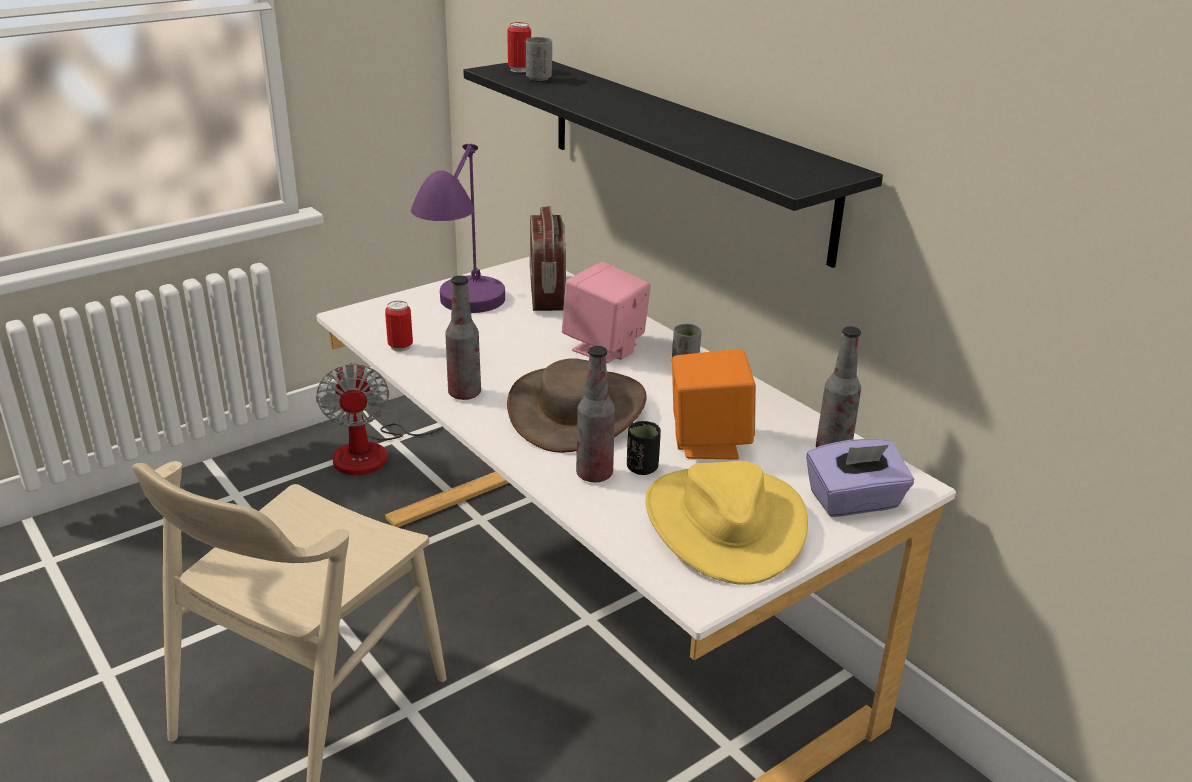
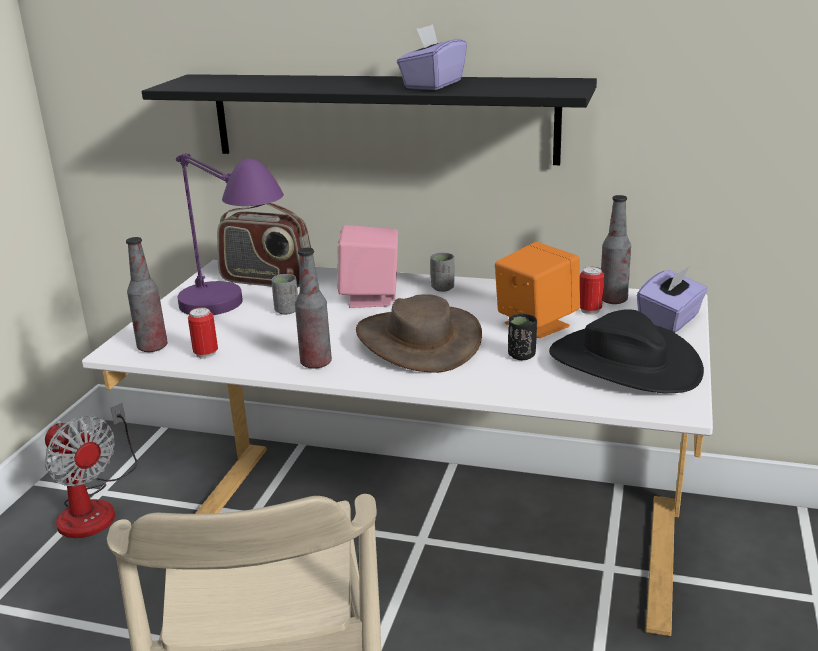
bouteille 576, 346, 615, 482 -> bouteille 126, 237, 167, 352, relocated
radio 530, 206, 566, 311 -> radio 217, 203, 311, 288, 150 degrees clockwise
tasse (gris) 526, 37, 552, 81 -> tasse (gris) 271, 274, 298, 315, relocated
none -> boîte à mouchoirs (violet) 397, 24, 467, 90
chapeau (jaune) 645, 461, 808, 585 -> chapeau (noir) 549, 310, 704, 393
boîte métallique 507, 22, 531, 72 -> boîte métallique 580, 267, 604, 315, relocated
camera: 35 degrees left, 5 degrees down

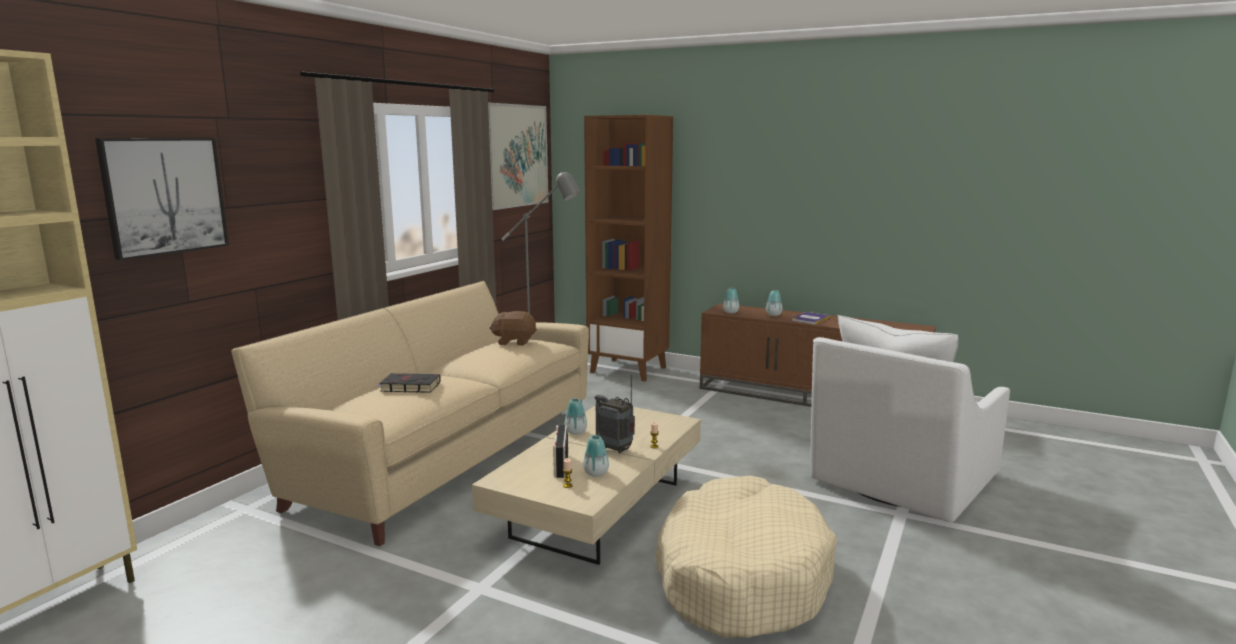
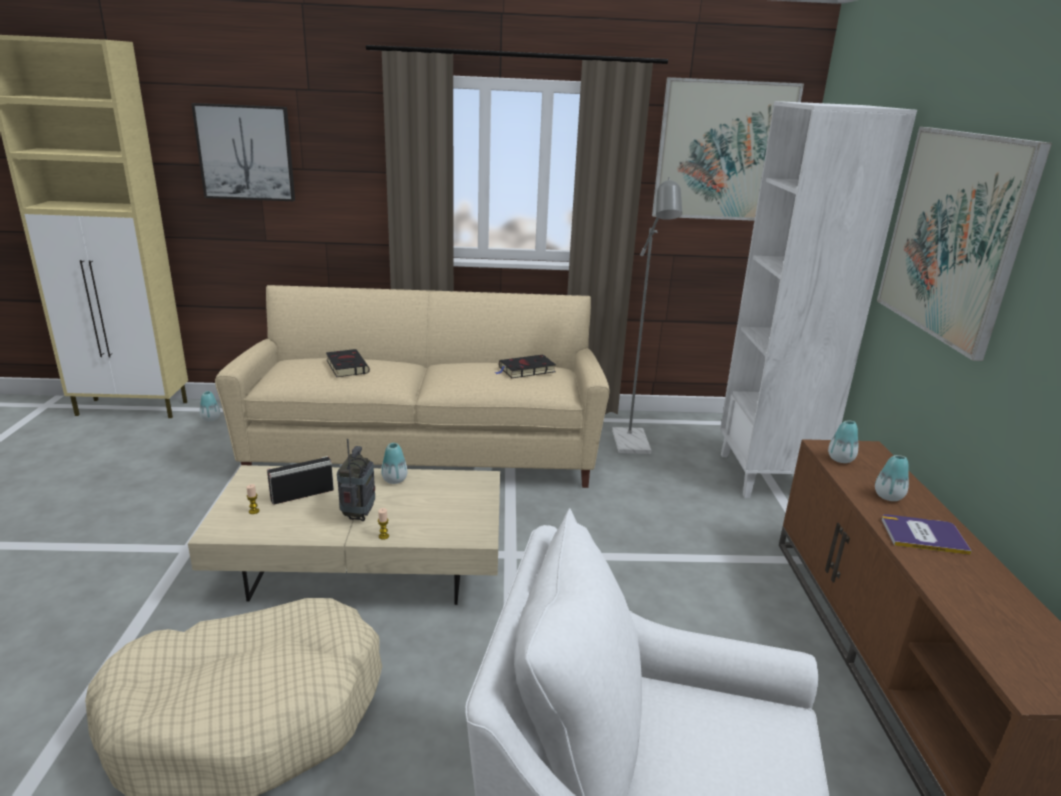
vase 583, 435, 609, 477 -> vase 200, 391, 220, 421, relocated
peluche (marron) 489, 311, 537, 346 -> livre (noir) 495, 355, 556, 378
bibliothèque (marron) 584, 115, 673, 382 -> bibliothèque (blanc) 720, 101, 917, 498
none -> tableau 877, 127, 1052, 361
camera: 60 degrees right, 10 degrees up

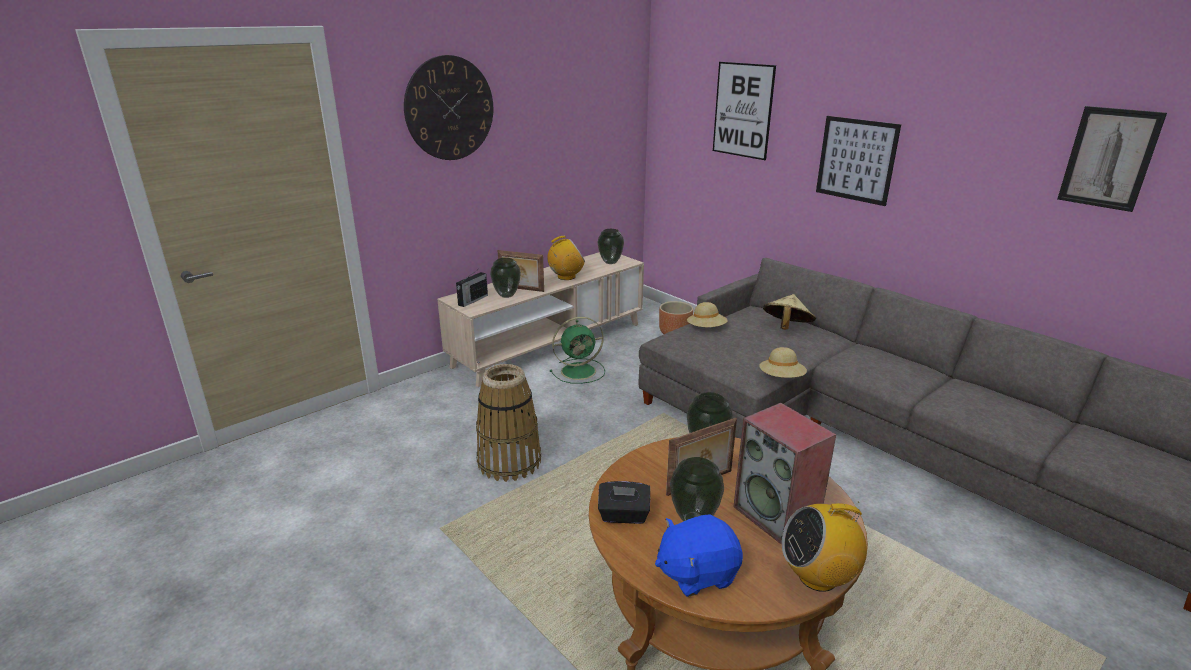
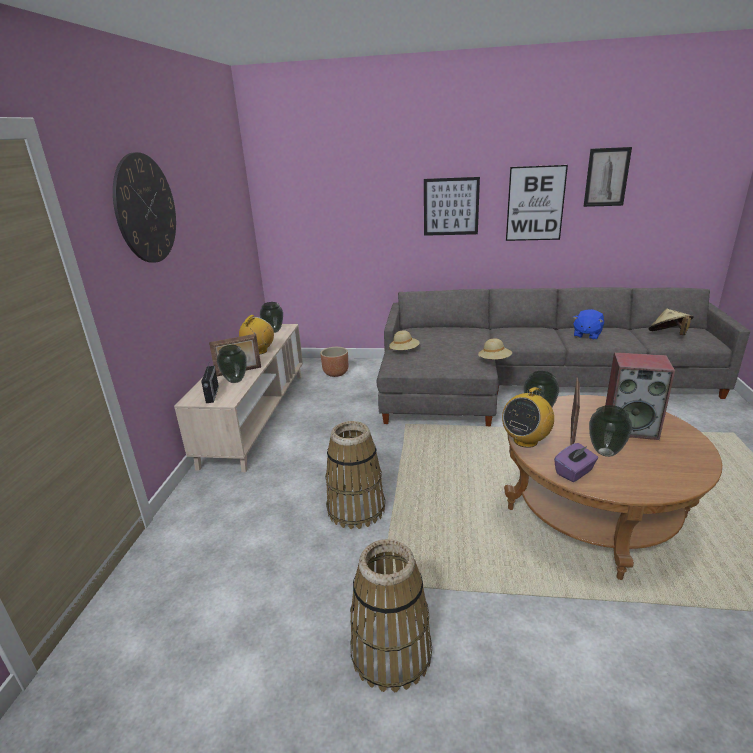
none -> panier 350, 539, 432, 692
radio 782, 501, 867, 592 -> radio 502, 387, 554, 448, relocated
tableau 713, 62, 776, 160 -> tableau 506, 165, 568, 241, relocated
boîte à mouchoirs (noir) 598, 481, 650, 524 -> boîte à mouchoirs (violet) 554, 443, 598, 482
peluche (bleu) 655, 514, 743, 597 -> peluche (bleu) 573, 309, 604, 340, relocated
chapeau (beige) 763, 294, 816, 330 -> chapeau (beige) 649, 309, 694, 335, relocated
ventilateur (vert) 550, 317, 605, 384 -> none
camera: 40 degrees left, 0 degrees up

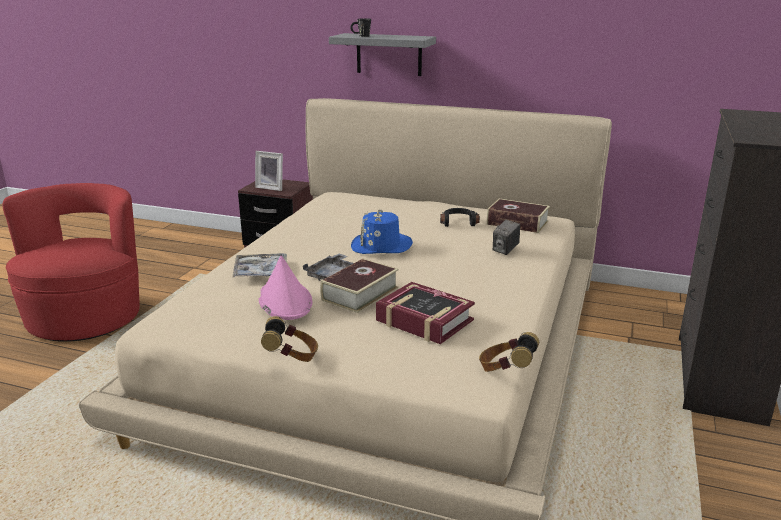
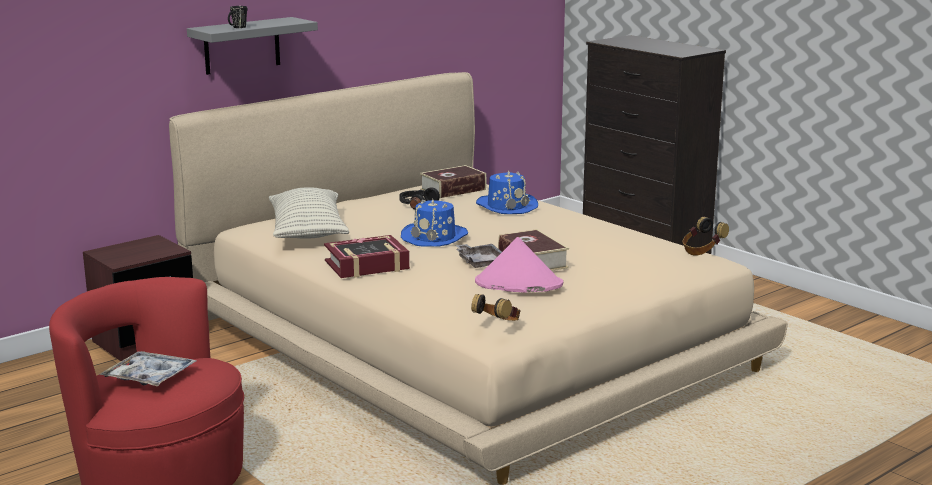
plateau 232, 253, 287, 278 -> plateau 99, 351, 196, 387, relocated
none -> coussin 269, 187, 349, 239
livre 376, 282, 475, 344 -> livre 324, 235, 410, 278, relocated
casque audio 261, 316, 318, 362 -> casque audio 471, 294, 521, 321, relocated
appareil photo 493, 219, 520, 255 -> chapeau (bleu) 476, 171, 538, 214
cadre photo 255, 151, 283, 191 -> none
camera: 60 degrees left, 5 degrees down

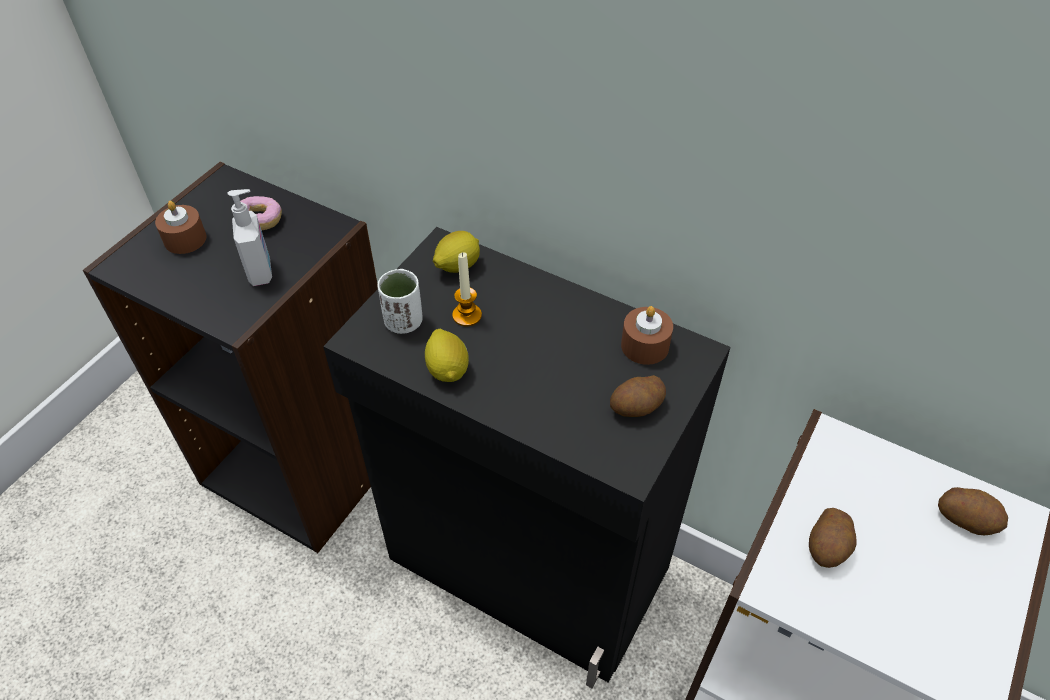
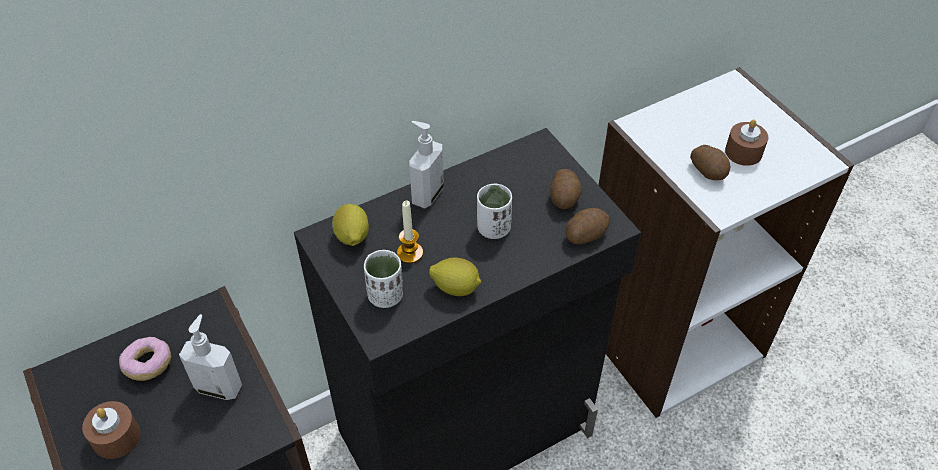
none -> distributeur de savon 409, 121, 444, 209
none -> tasse (blanc) 477, 183, 512, 239
pomme de terre 938, 487, 1008, 535 -> pomme de terre 566, 208, 610, 244, relocated
bougie (marron) 621, 306, 673, 365 -> bougie (marron) 725, 119, 768, 166, relocated
camera: 60 degrees left, 0 degrees up

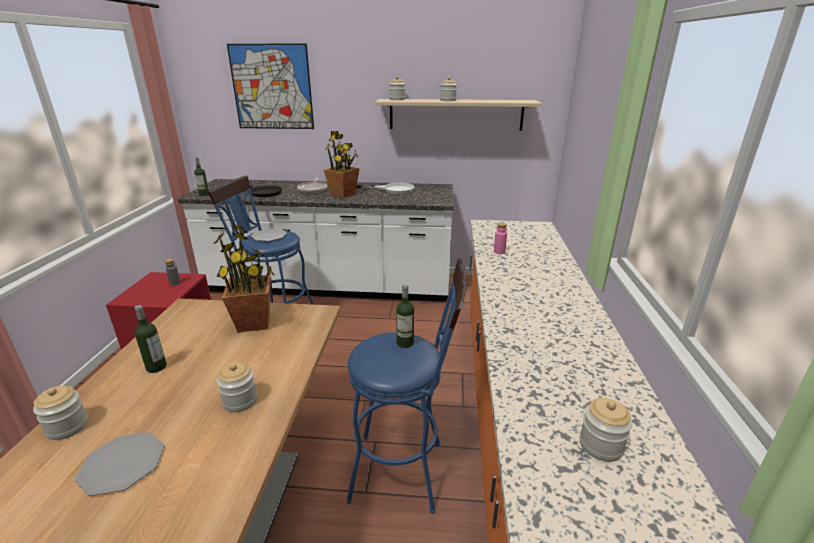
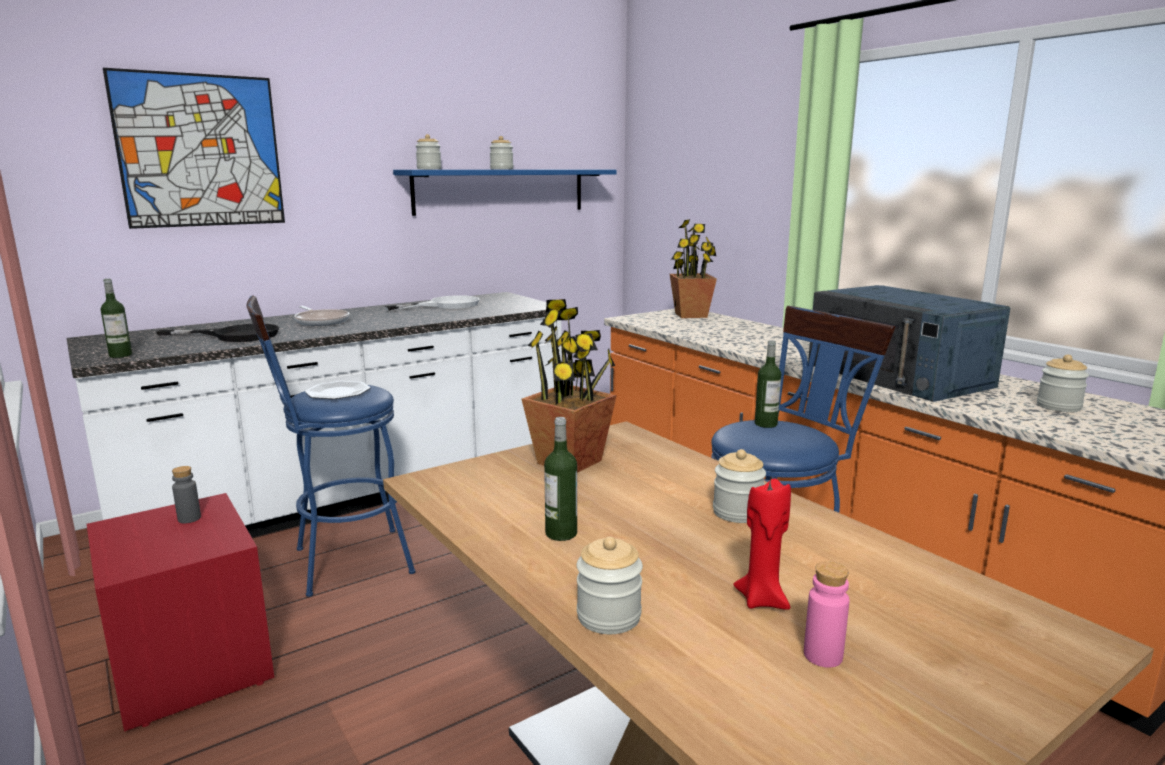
étagère (beige) 375, 99, 542, 131 -> étagère (bleu) 393, 170, 617, 216
plante en pot 324, 131, 360, 198 -> plante en pot 670, 219, 717, 318, relocated
assiette 75, 432, 164, 496 -> bougie (rouge) 733, 477, 791, 610
bouteille (rose) 494, 223, 507, 254 -> bouteille (rose) 804, 561, 850, 668, relocated
none -> micro-ondes (bleu) 808, 285, 1010, 402
camera: 40 degrees left, 10 degrees down

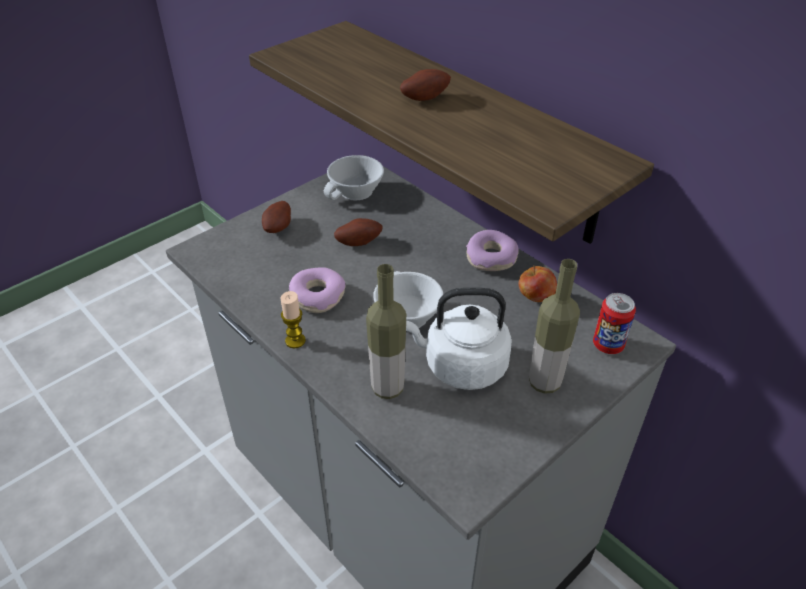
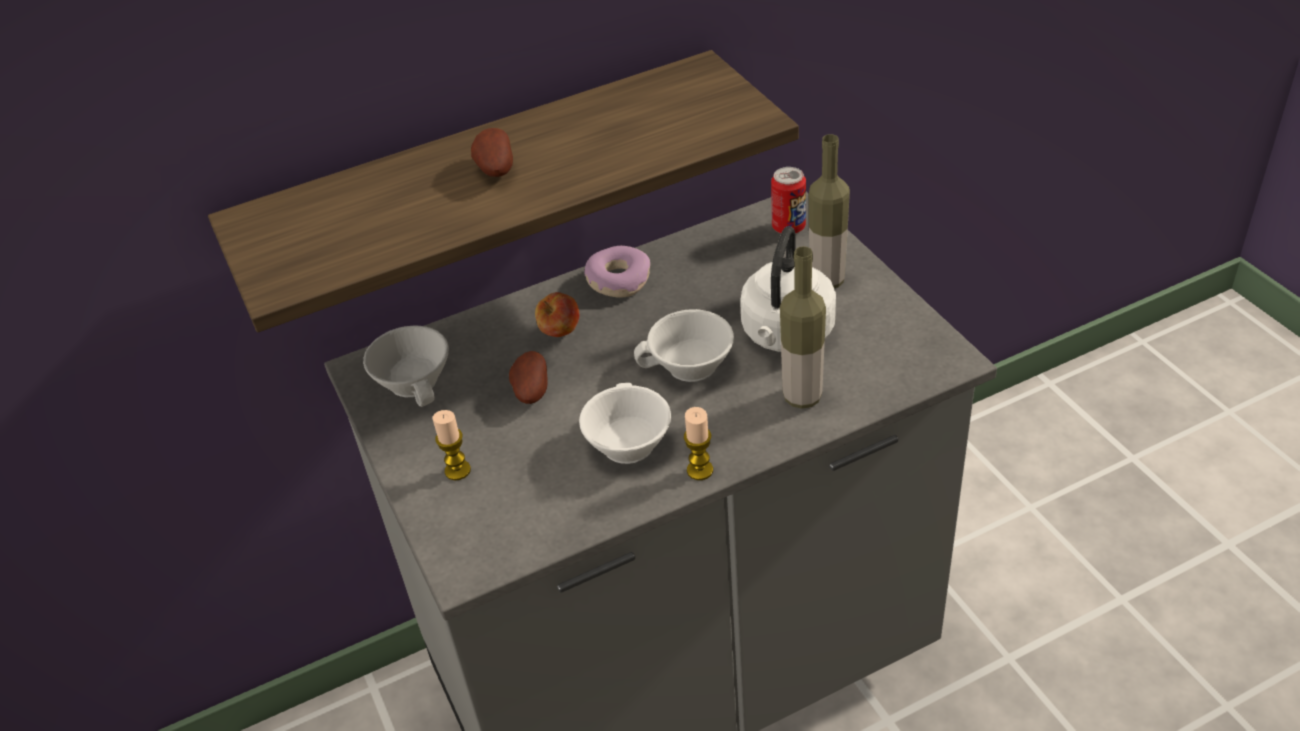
pomme de terre 262, 201, 291, 233 -> bougie 433, 410, 471, 480
pomme 518, 265, 557, 302 -> pomme 535, 292, 580, 337, relocated
beignet 289, 267, 345, 313 -> tasse (blanc) 579, 383, 671, 464
camera: 70 degrees left, 0 degrees up

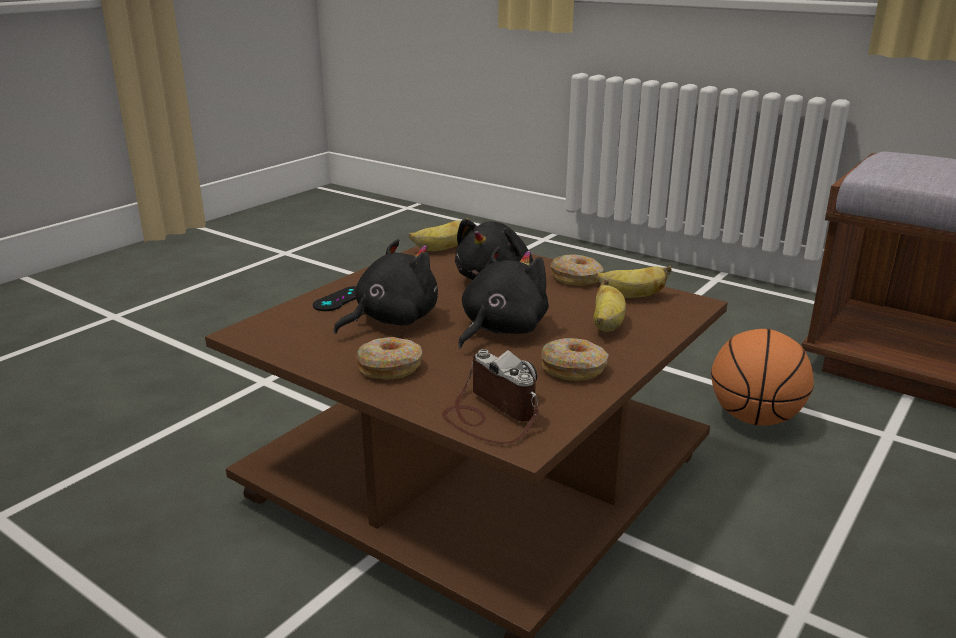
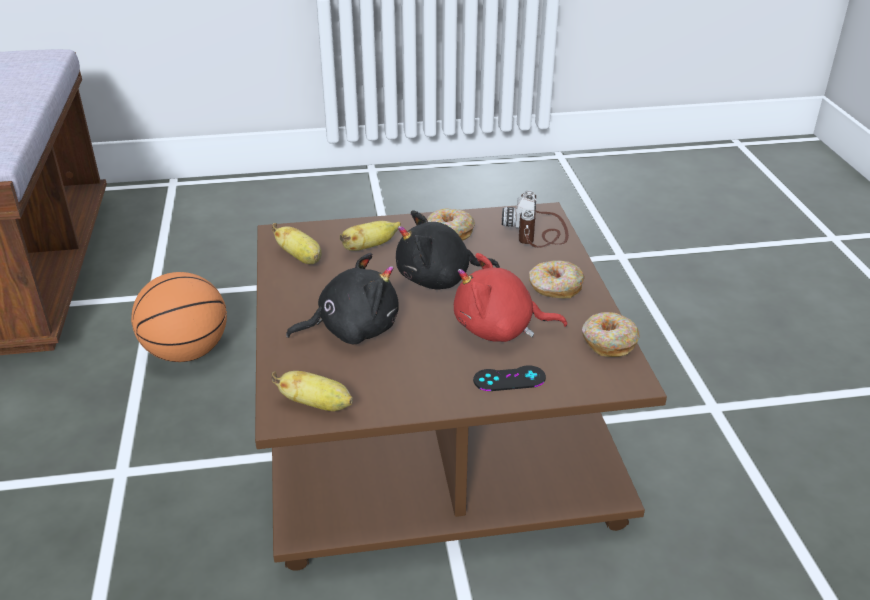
peluche (noir) 333, 239, 438, 334 -> peluche (rouge) 454, 253, 567, 342
beignet 551, 255, 604, 286 -> beignet 582, 312, 640, 357, relocated
camera: 135 degrees left, 10 degrees up

